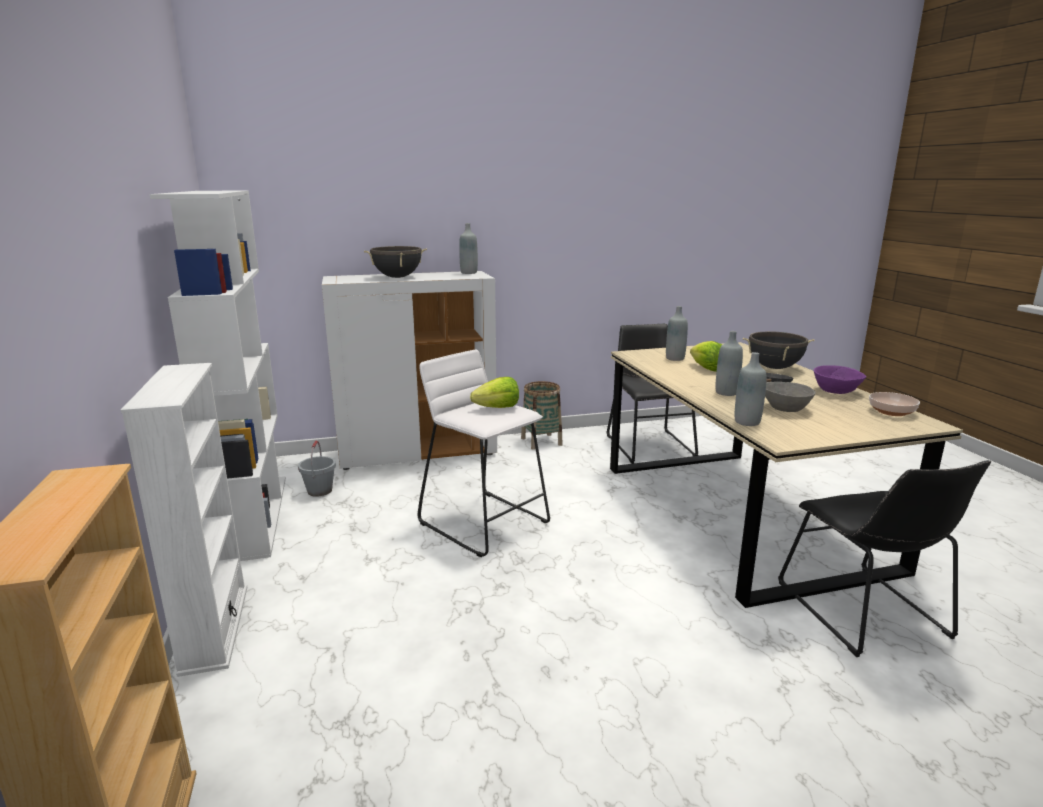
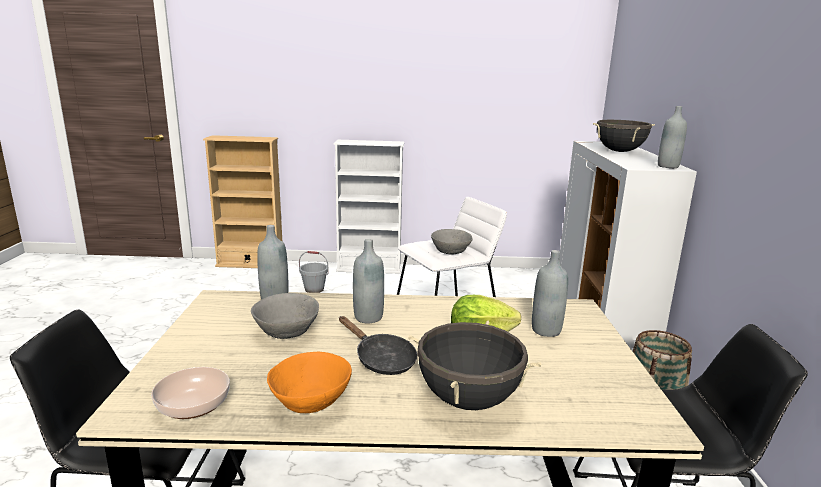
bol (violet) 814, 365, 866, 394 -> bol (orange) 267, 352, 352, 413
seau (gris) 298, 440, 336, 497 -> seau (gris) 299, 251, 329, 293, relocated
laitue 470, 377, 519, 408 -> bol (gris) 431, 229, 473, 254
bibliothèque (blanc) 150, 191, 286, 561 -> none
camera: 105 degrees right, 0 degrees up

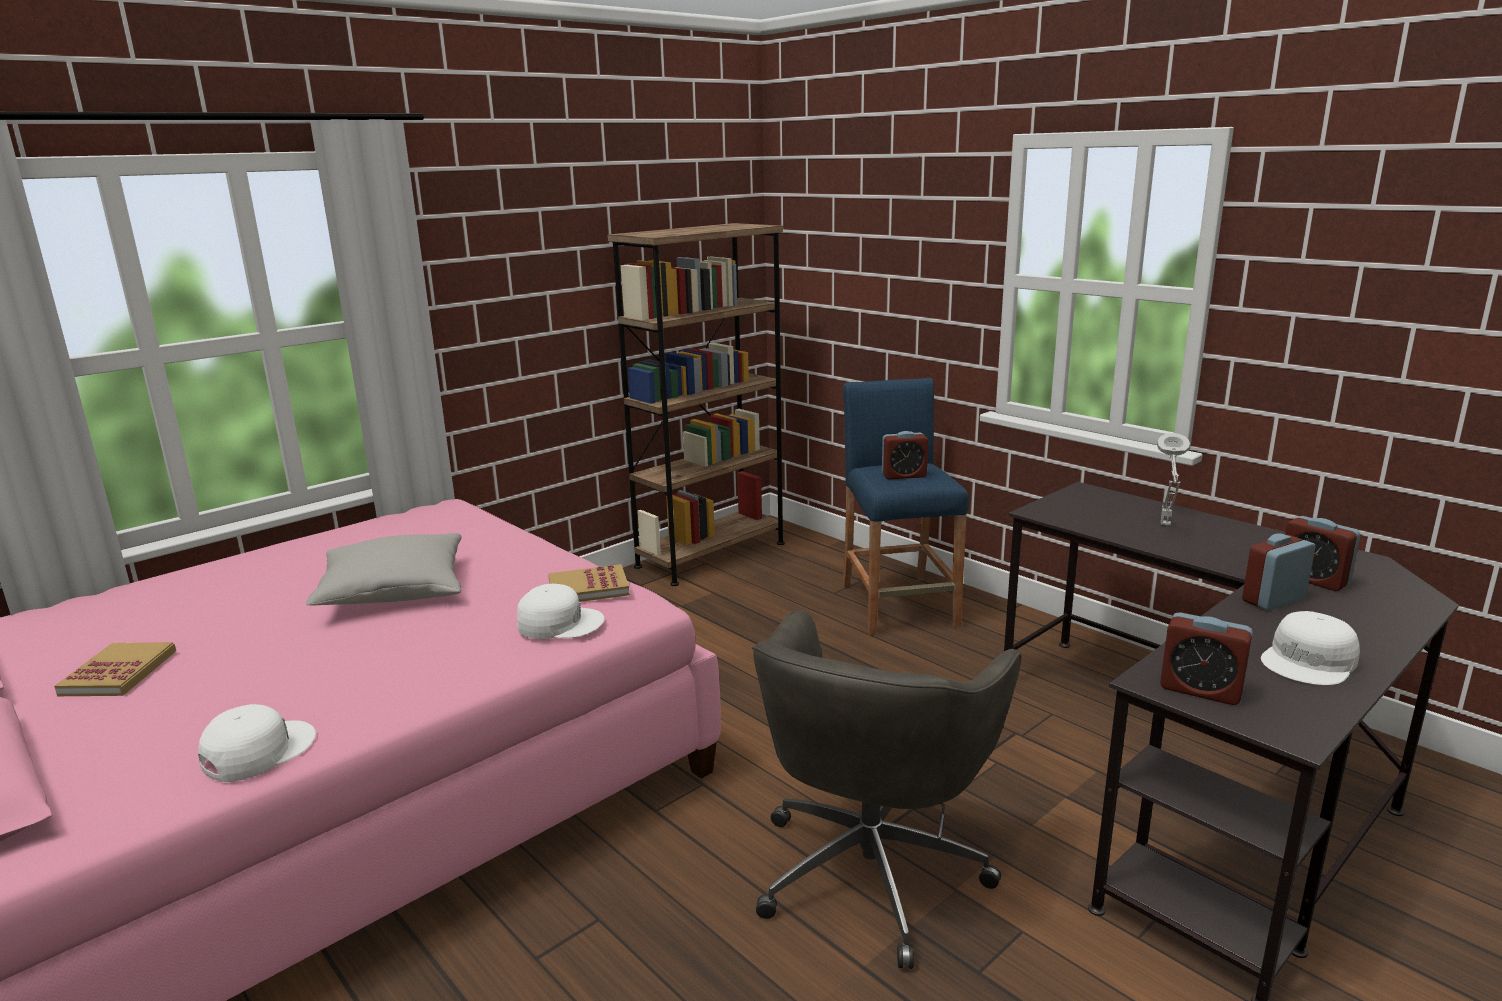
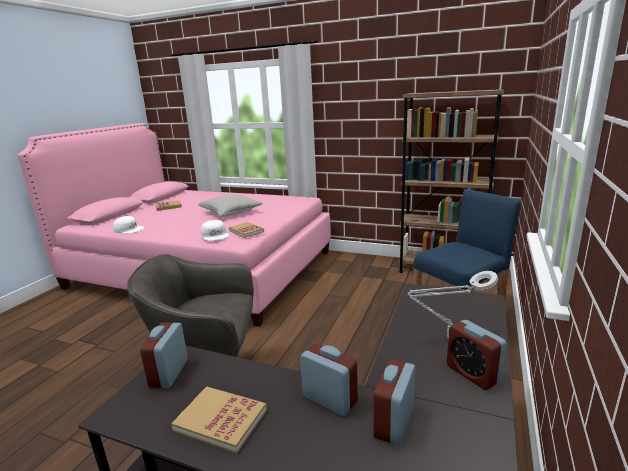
casquette (blanc) 1261, 611, 1360, 685 -> livre 171, 386, 267, 454
réveil 882, 431, 928, 479 -> réveil 447, 320, 506, 390, relocated
camera: 65 degrees right, 0 degrees up

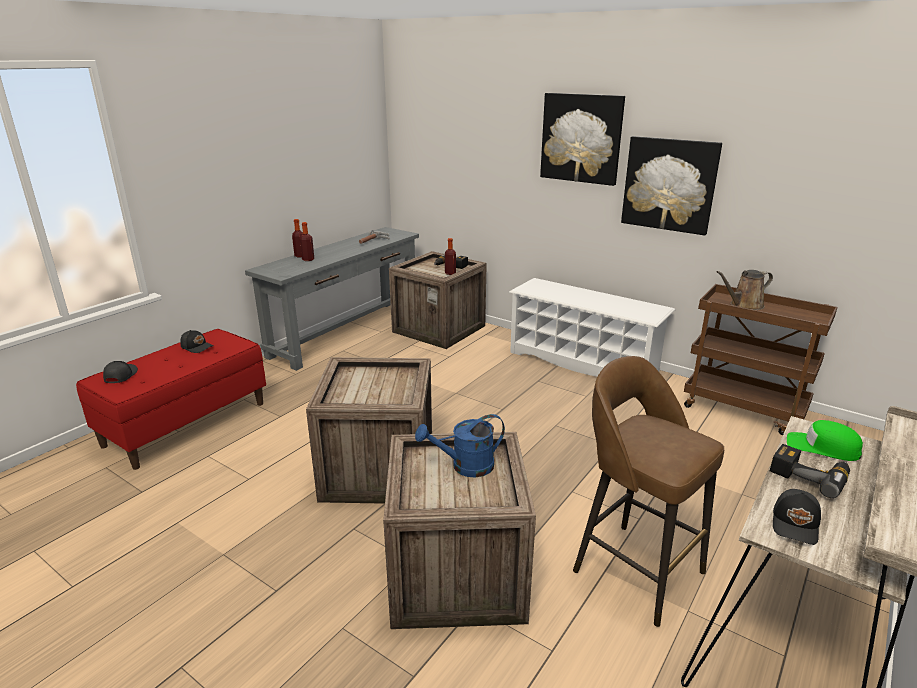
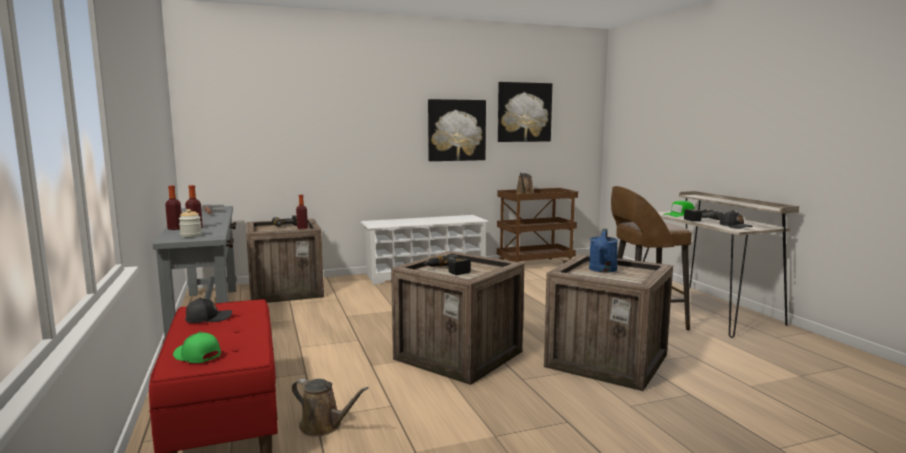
casquette (noir) 103, 361, 138, 383 -> casquette (vert) 173, 332, 221, 363
none -> bocal 179, 209, 202, 237
none -> arrosoir (marron) 292, 379, 369, 436
none -> perceuse 423, 254, 471, 275
tableau 540, 93, 625, 186 -> tableau 498, 82, 552, 142, relocated
camera: 55 degrees left, 15 degrees down

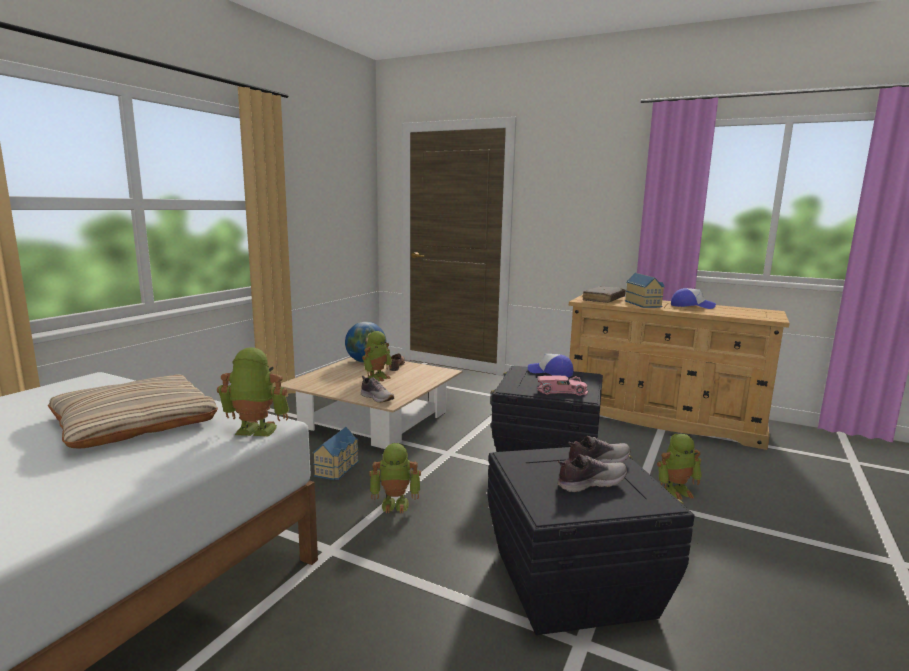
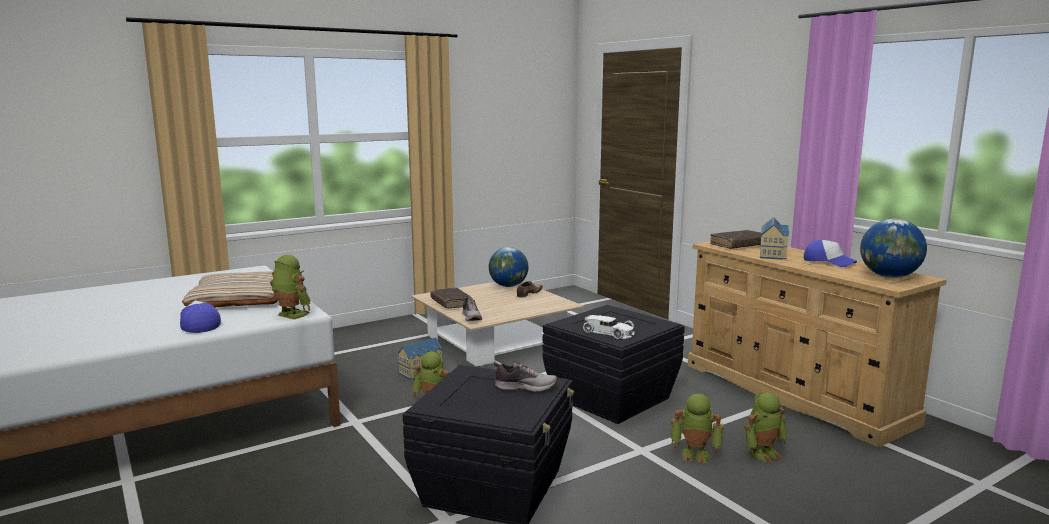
casquette 528, 354, 574, 377 -> casquette 180, 300, 221, 333, relocated
none -> livre (marron) 430, 287, 472, 308
petite voiture (rose) 537, 375, 588, 396 -> petite voiture (blanc) 583, 315, 635, 339
robot jouet 362, 331, 392, 381 -> robot jouet 744, 392, 788, 463, relocated
none -> globe 860, 219, 927, 278
chaussure 557, 454, 627, 492 -> none
camera: 30 degrees right, 0 degrees up

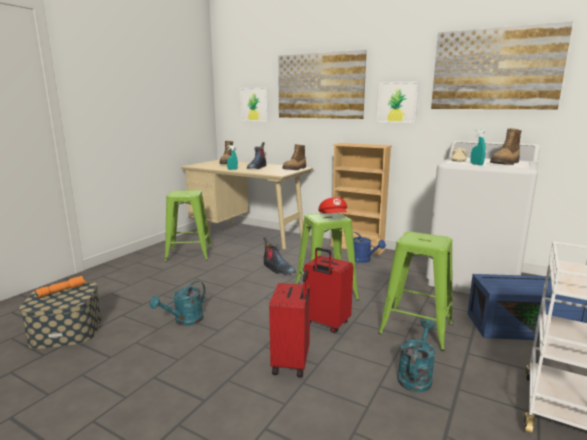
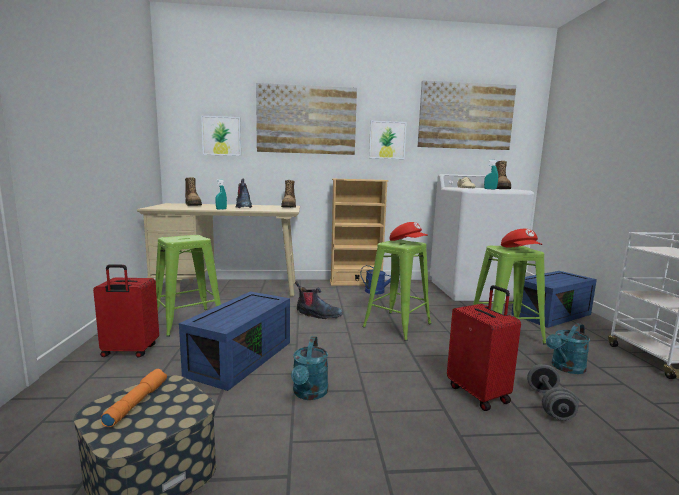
valise (rouge) 304, 247, 353, 333 -> valise (rouge) 93, 264, 159, 358, relocated
none -> boîte de rangement (bleu) 179, 292, 290, 391
none -> casquette (rouge) 501, 229, 542, 248
none -> haltère (gris) 527, 364, 579, 420
arrosoir (turquoise) 397, 319, 436, 392 -> arrosoir (turquoise) 546, 323, 590, 374, 120 degrees counterclockwise
camera: 35 degrees left, 5 degrees down

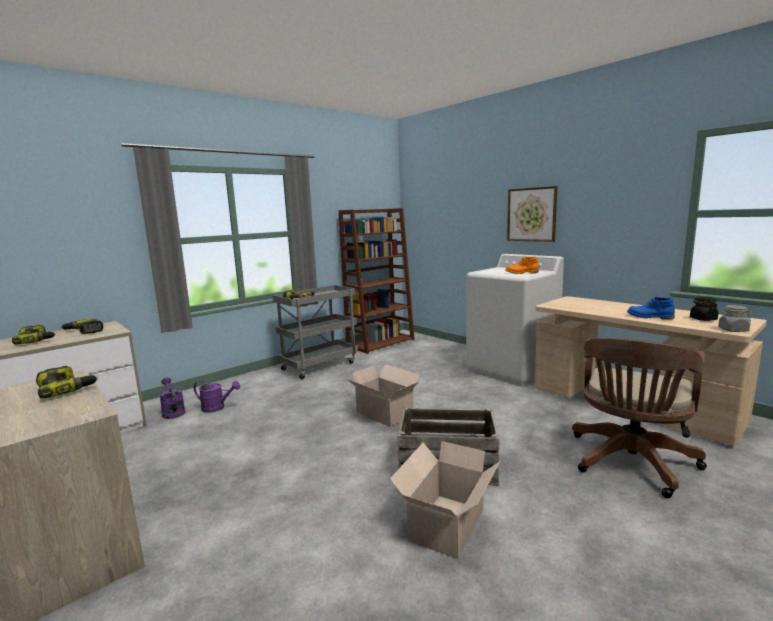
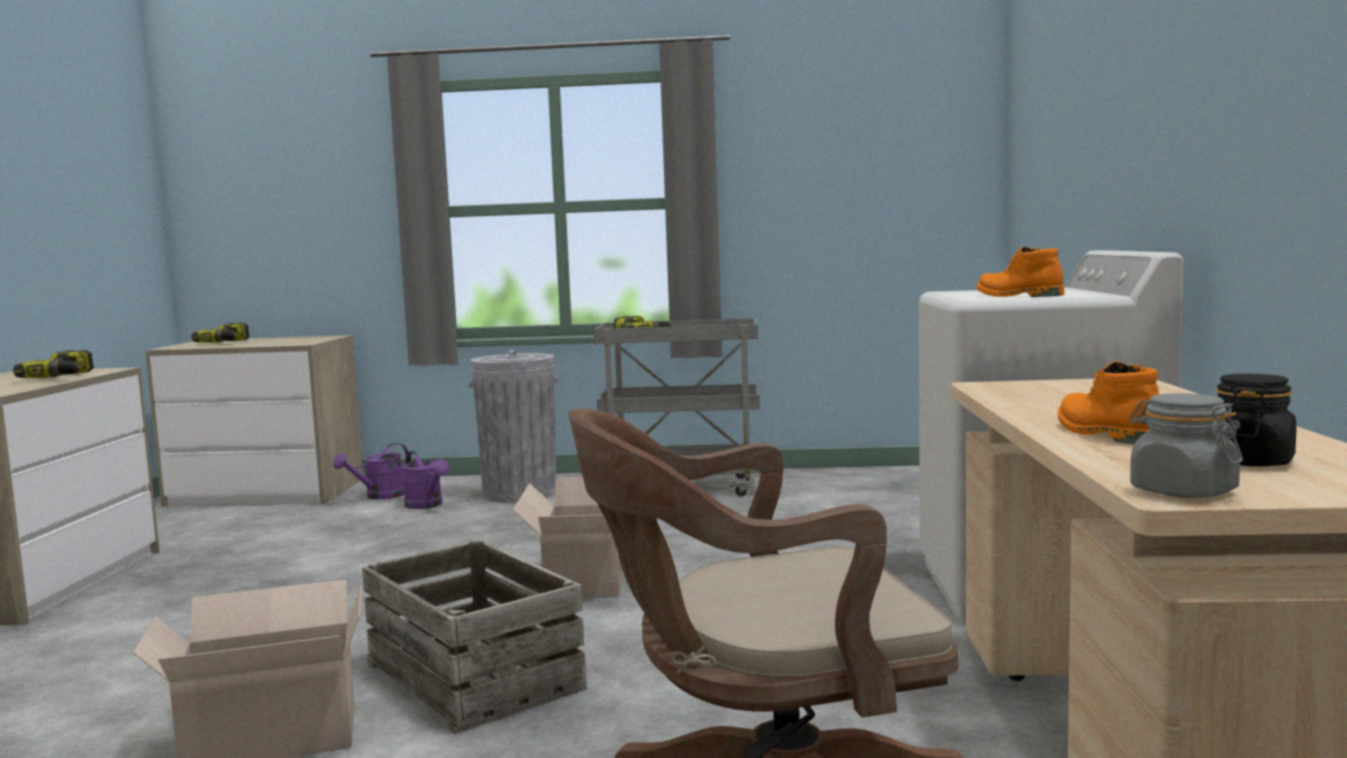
arrosoir (violet) 159, 378, 186, 419 -> arrosoir (violet) 333, 443, 408, 500, 150 degrees counterclockwise
none -> poubelle (gris) 468, 350, 559, 503
botte (bleu) 627, 297, 675, 319 -> botte (orange) 1058, 361, 1159, 444
perceuse 61, 319, 103, 334 -> none
bibliothèque (marron) 338, 208, 415, 354 -> none
tableau 507, 186, 557, 242 -> none
camera: 45 degrees right, 5 degrees down

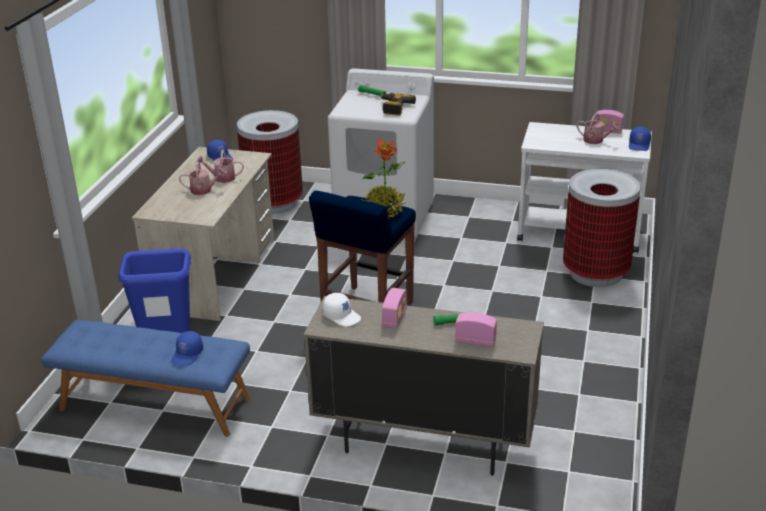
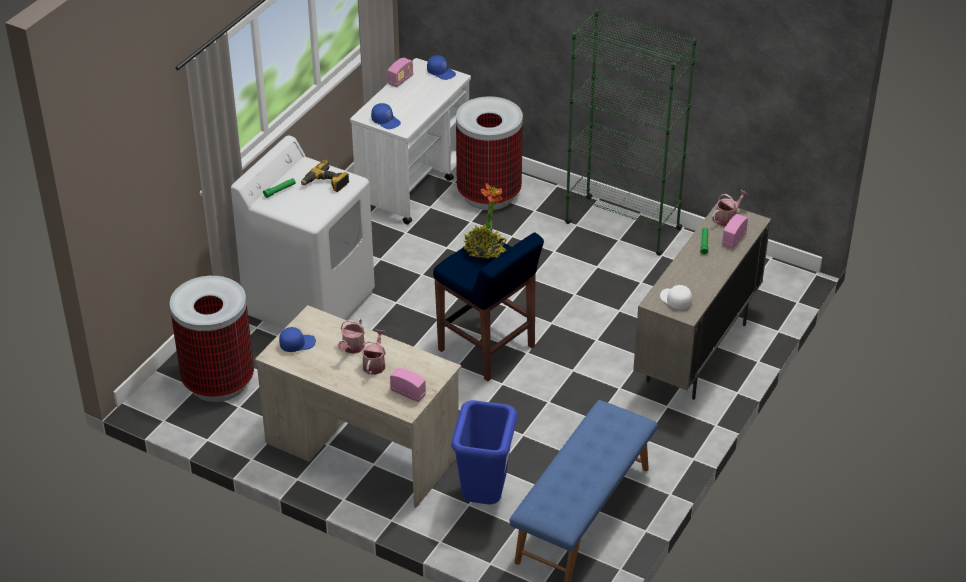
casquette (bleu) 171, 331, 203, 365 -> casquette (bleu) 371, 103, 401, 129, relocated
radio 382, 288, 407, 329 -> radio 390, 368, 426, 402, relocated
none -> bibliothèque (vert) 565, 9, 697, 256
casquette (blanc) 323, 293, 361, 327 -> casquette (blanc) 660, 285, 692, 310, 90 degrees counterclockwise
arrosoir 576, 113, 620, 144 -> arrosoir 712, 190, 749, 227, relocated
camera: 75 degrees left, 10 degrees up

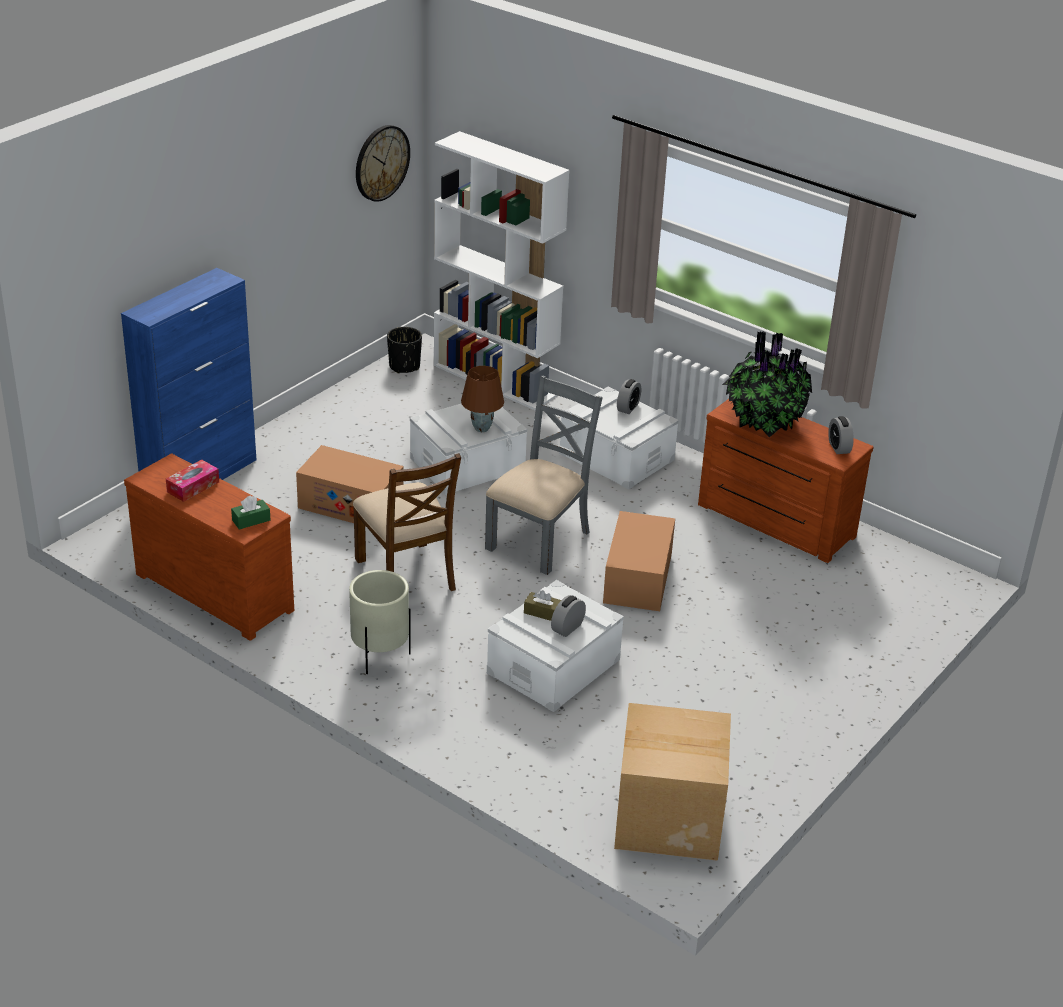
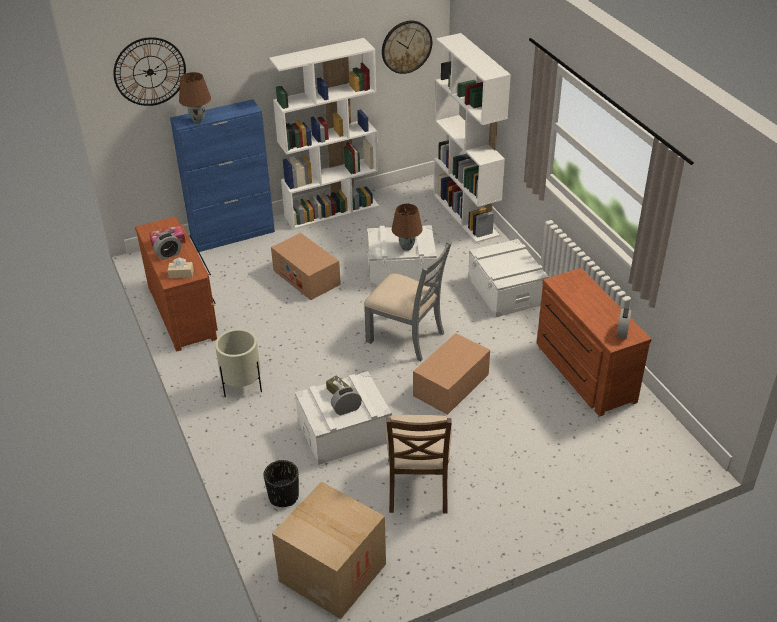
none -> horloge murale 113, 37, 186, 106
réveil 617, 379, 641, 414 -> réveil 153, 233, 181, 260, relocated
boîte à mouchoirs (vert) 231, 496, 270, 529 -> boîte à mouchoirs (beige) 168, 258, 194, 278
none -> lampe de table (marron) 179, 72, 211, 123
cache-pot (noir) 387, 327, 422, 374 -> cache-pot (noir) 264, 460, 299, 507, relocated
none -> bibliothèque (blanc) 269, 38, 379, 230
chaise (gris) 485, 376, 603, 575 -> chaise (gris) 364, 241, 452, 361, 60 degrees clockwise
chaise (marron) 353, 453, 461, 591 -> chaise (marron) 386, 415, 452, 514, relocated
plante en pot 722, 331, 812, 437 -> none
camera: 30 degrees right, 5 degrees up

